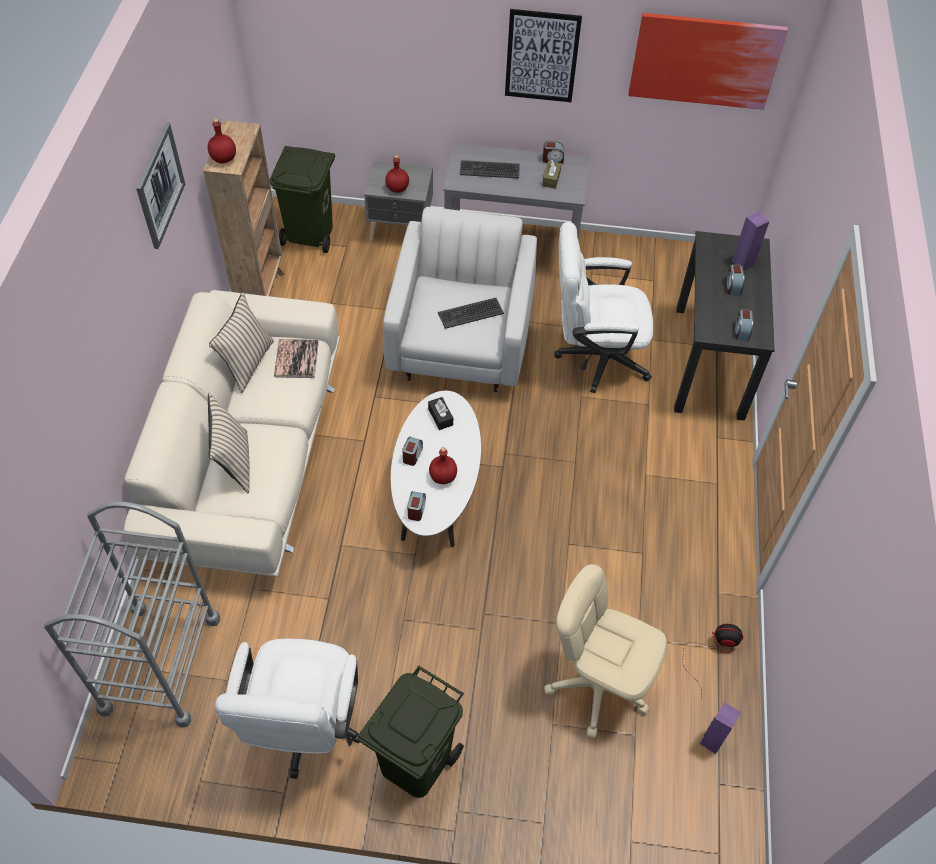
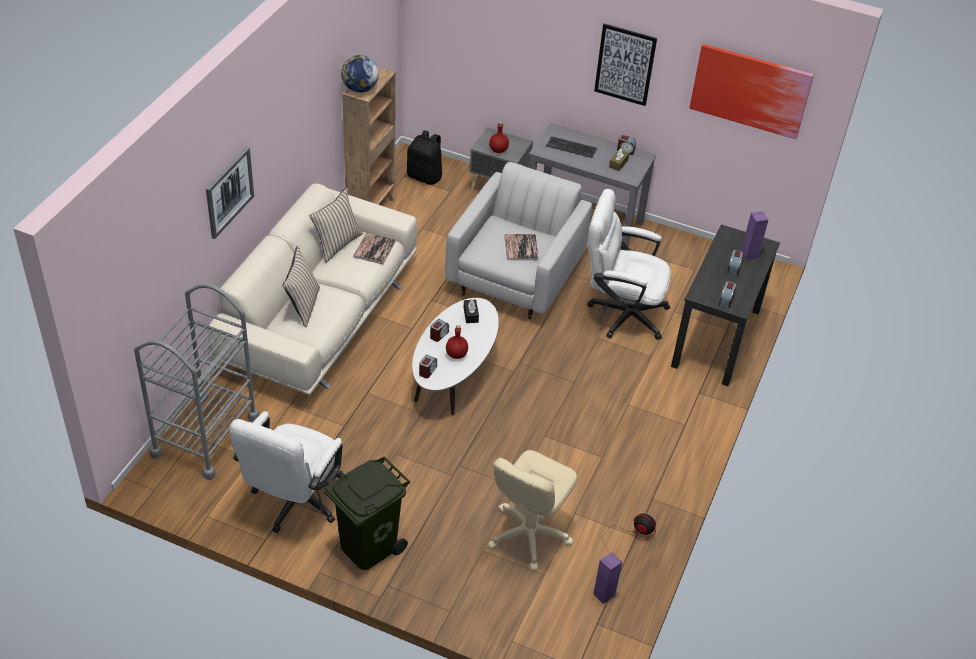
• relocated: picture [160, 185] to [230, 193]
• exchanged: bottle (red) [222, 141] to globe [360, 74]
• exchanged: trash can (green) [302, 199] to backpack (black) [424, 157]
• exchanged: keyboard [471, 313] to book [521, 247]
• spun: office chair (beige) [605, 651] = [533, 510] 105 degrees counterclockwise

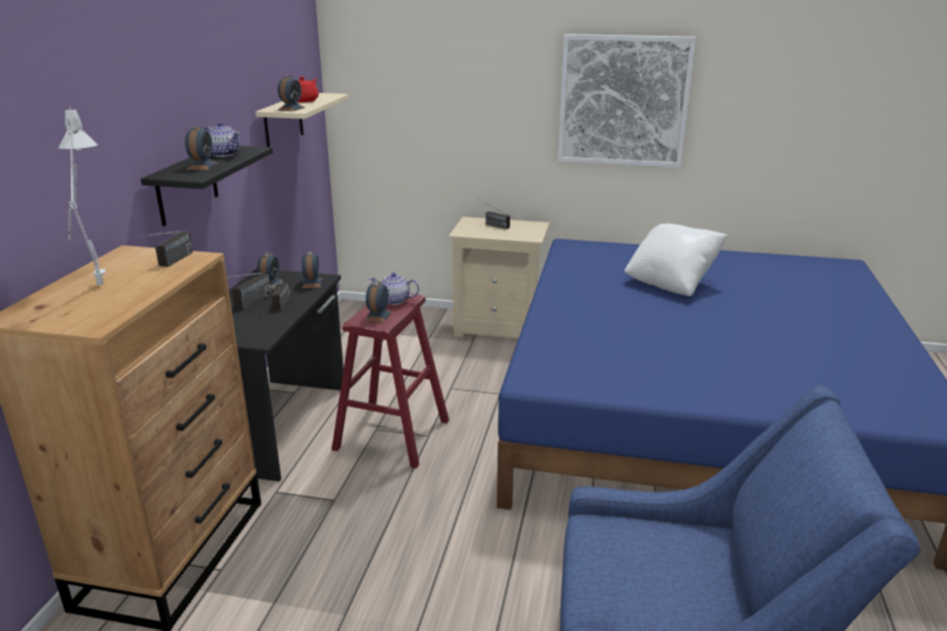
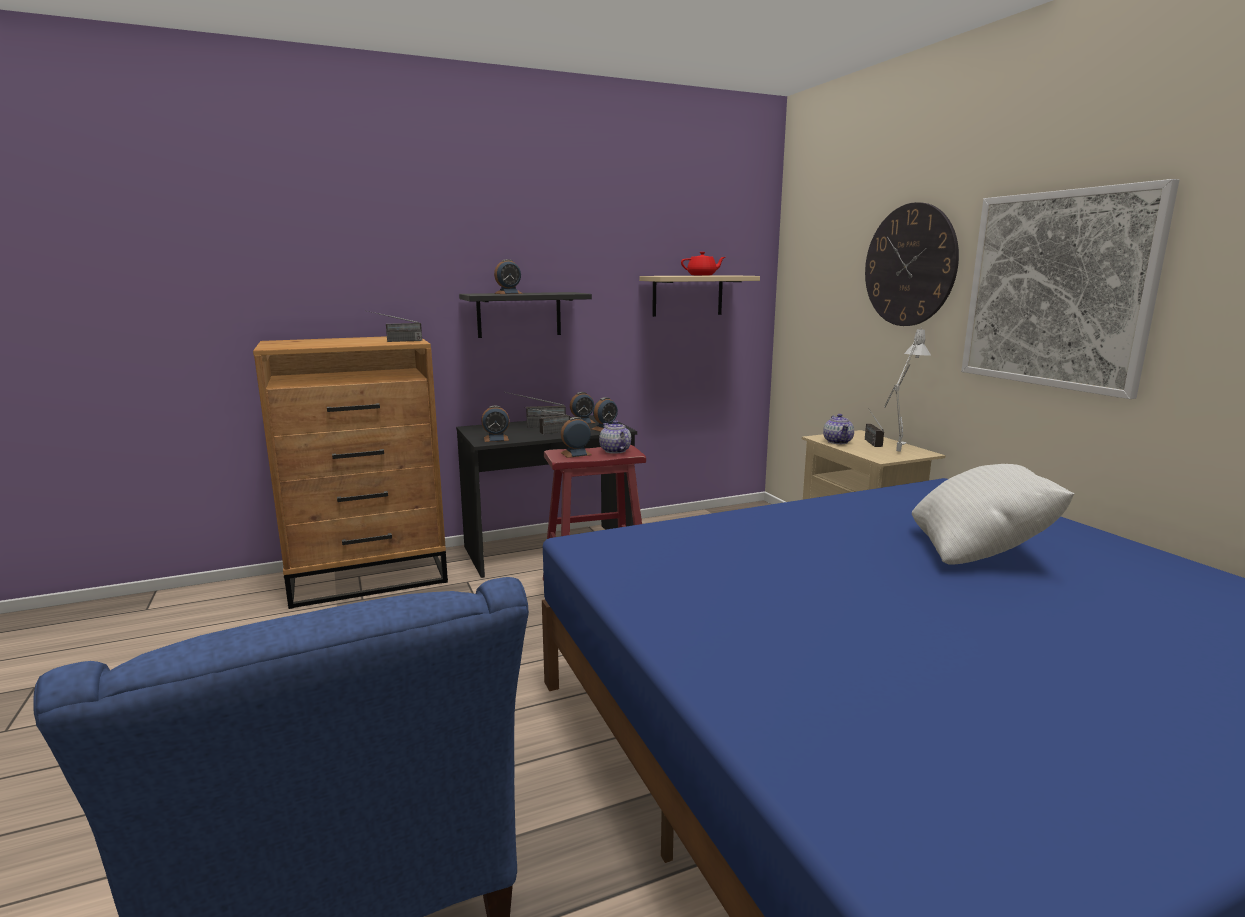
• relocated: table lamp (grey) [82, 196] to [907, 389]
• relocated: teapot [222, 139] to [838, 429]
• relocated: alarm clock [291, 93] to [495, 423]
• appeared: wall clock [912, 264]

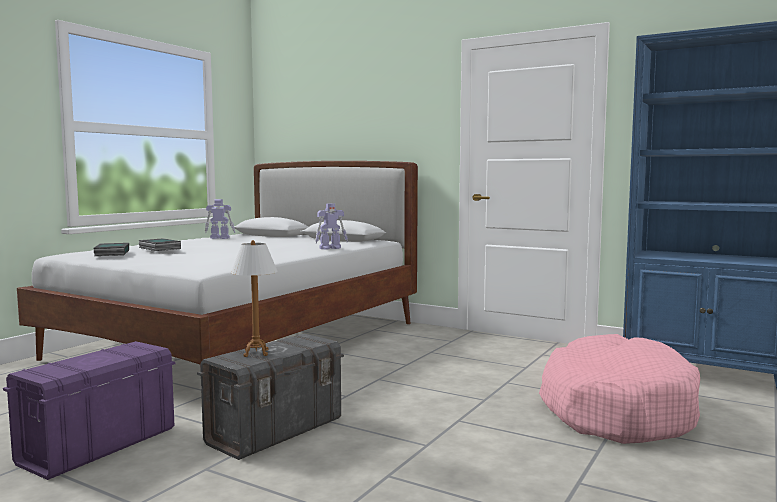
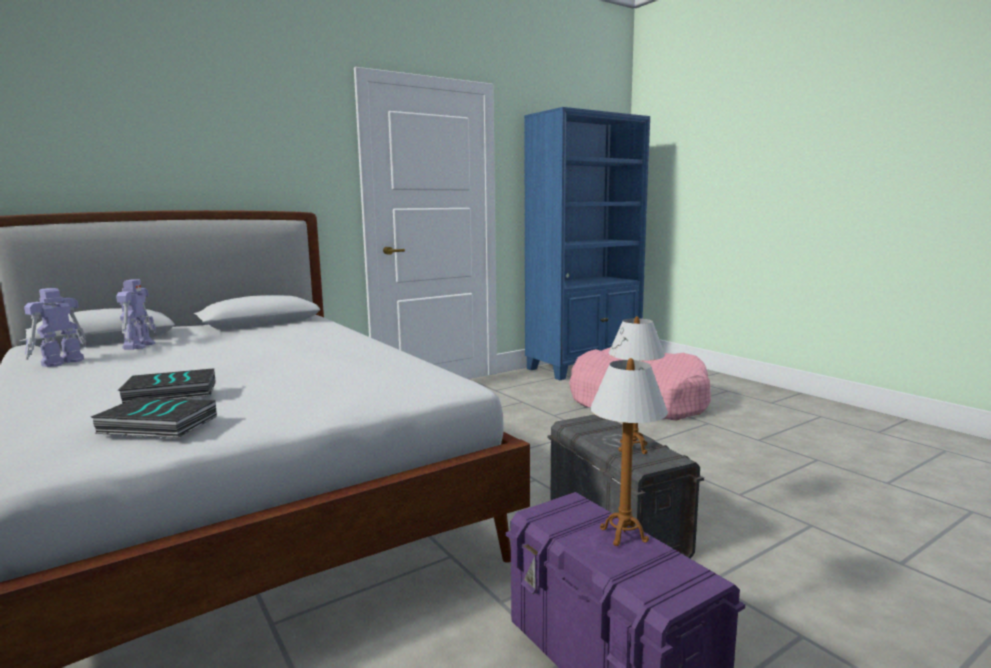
• relocated: toy robot [331, 226] to [136, 314]
• appeared: table lamp [629, 452]

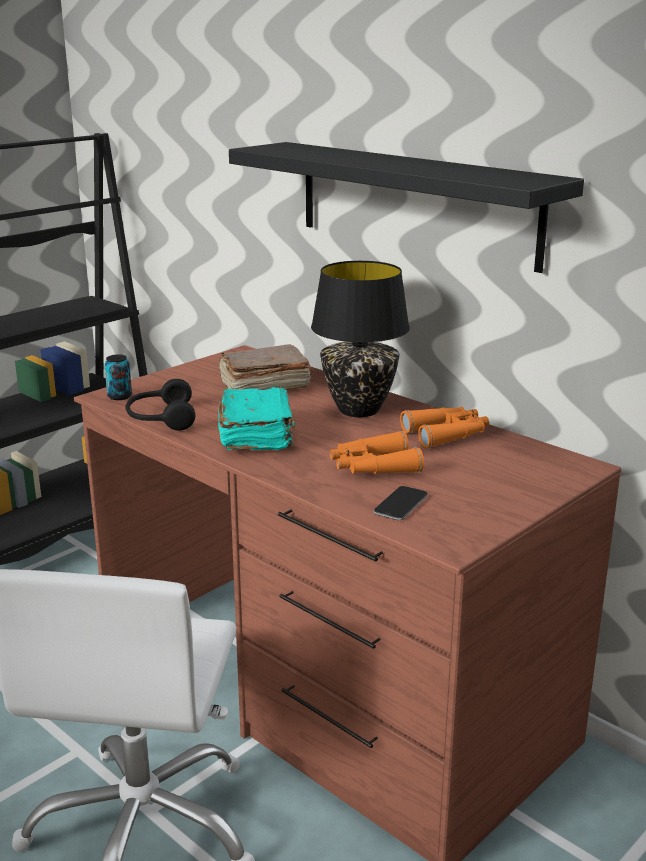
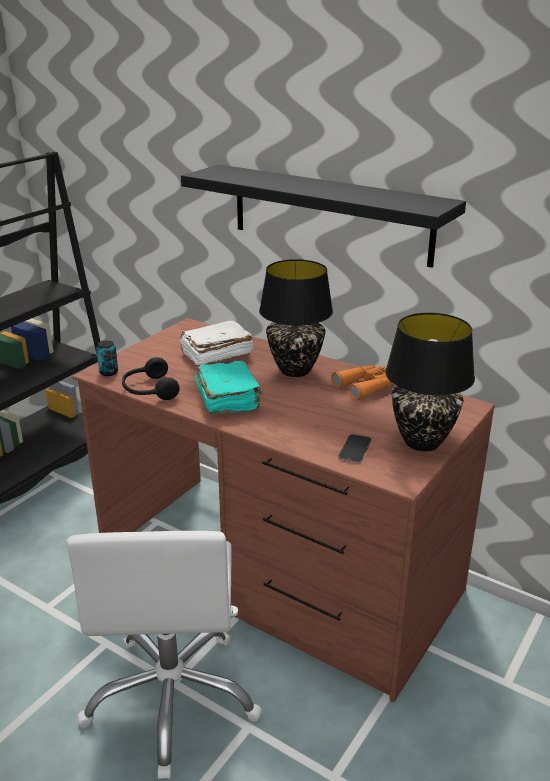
• colour: book (brown) [264, 367] to book (white) [216, 344]
• missing: binoculars (orange) [377, 452]
• appeared: table lamp (black) [430, 382]

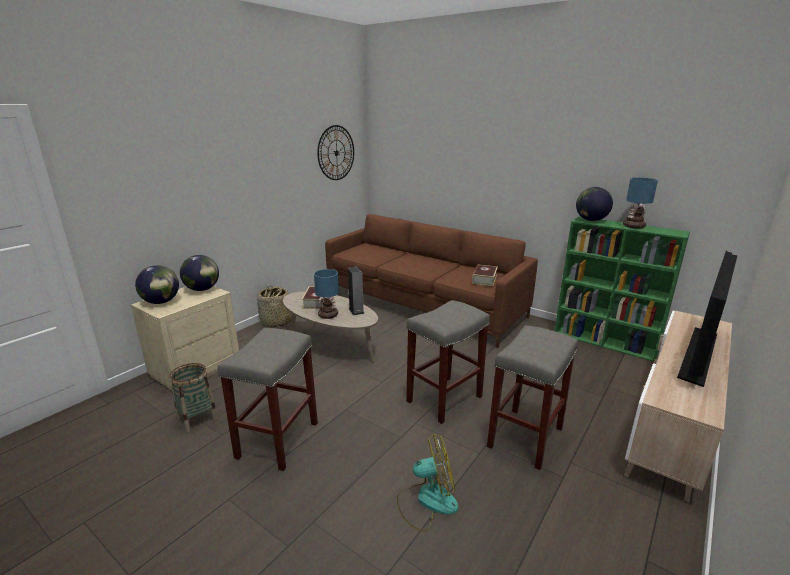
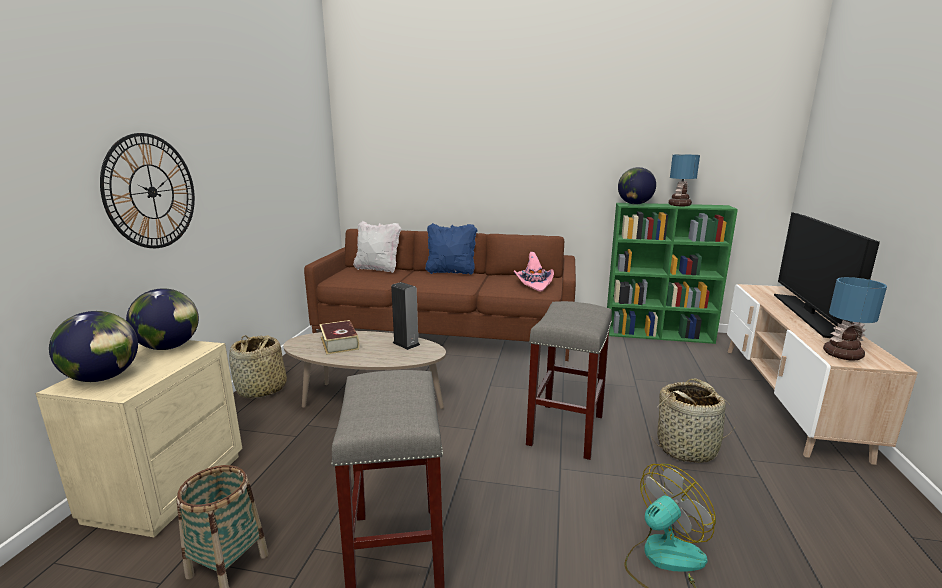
• relocated: table lamp [326, 294] to [855, 318]
• relocated: wall clock [335, 152] to [147, 190]
• exchanged: book [485, 275] to hat (pink) [534, 272]
• exchanged: stool (grey) [532, 397] to basket [692, 421]
• appeared: pillow (white) [377, 247]
• appeared: pillow (blue) [451, 249]

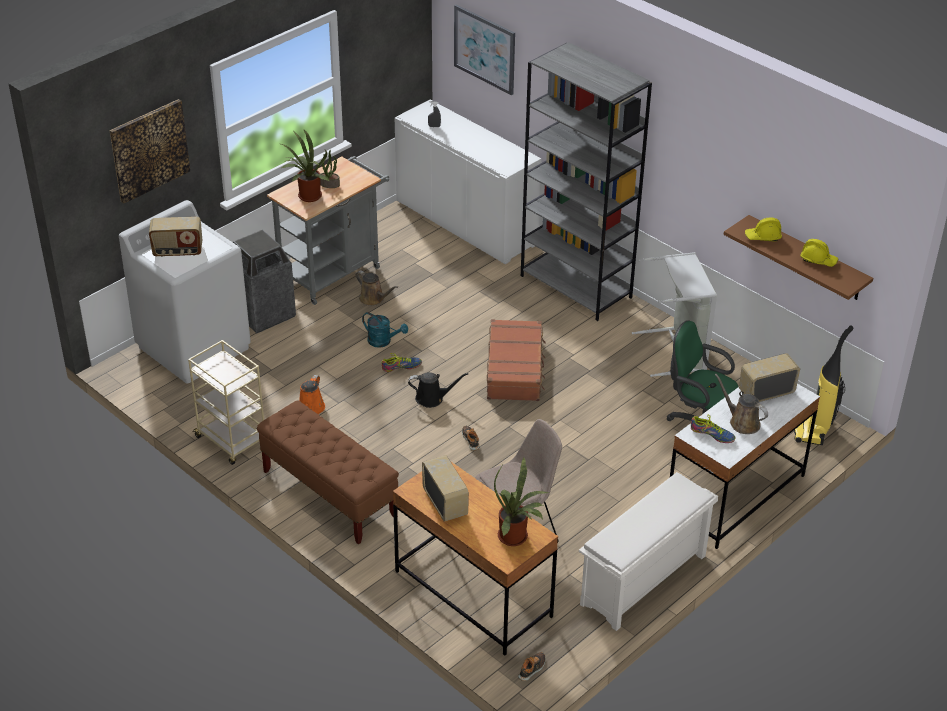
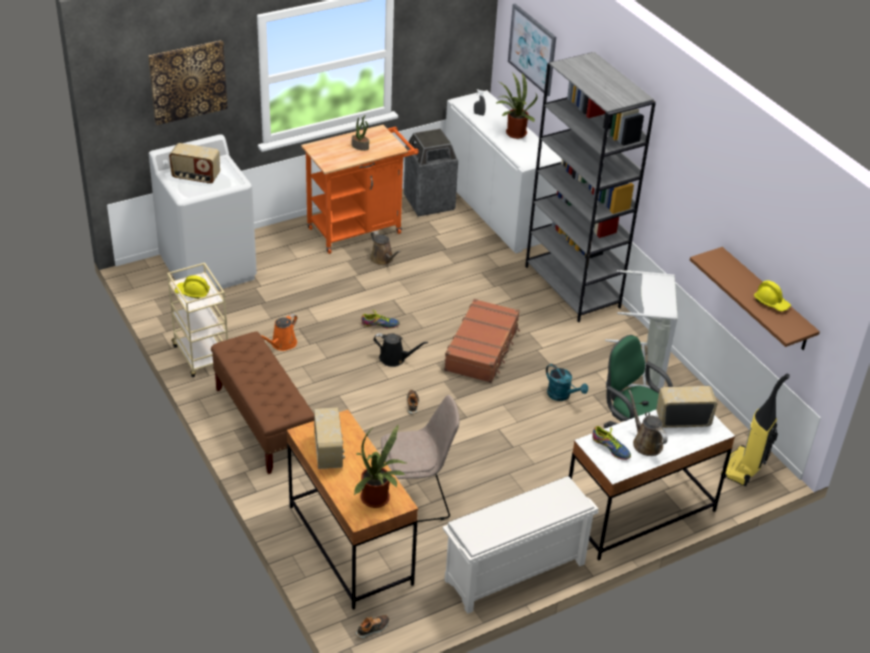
• relocated: trash can [264, 282] to [431, 173]
• colour: cart (grey) [328, 230] to cart (orange) [360, 189]
• relocated: potted plant [304, 166] to [517, 105]
• relocated: watering can (turquoise) [385, 330] to [567, 382]
• relocated: hard hat (yellow) [763, 229] to [192, 287]

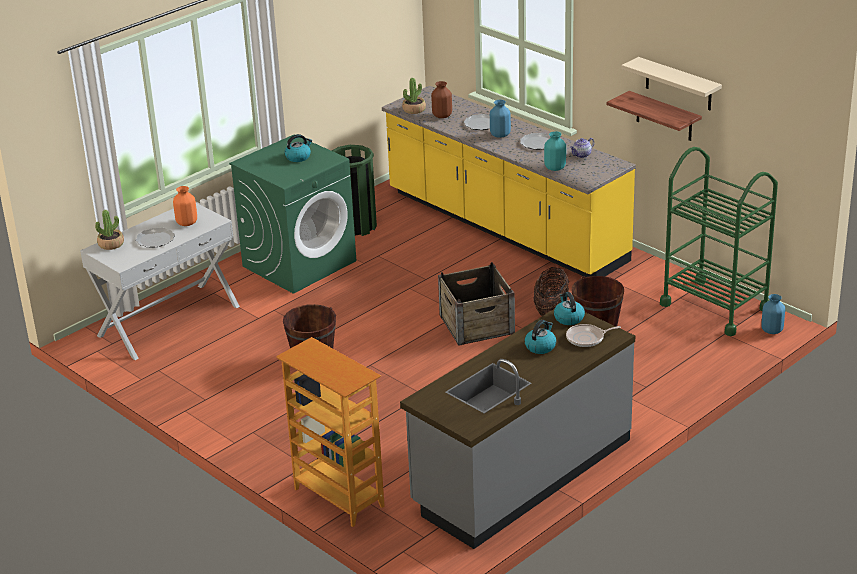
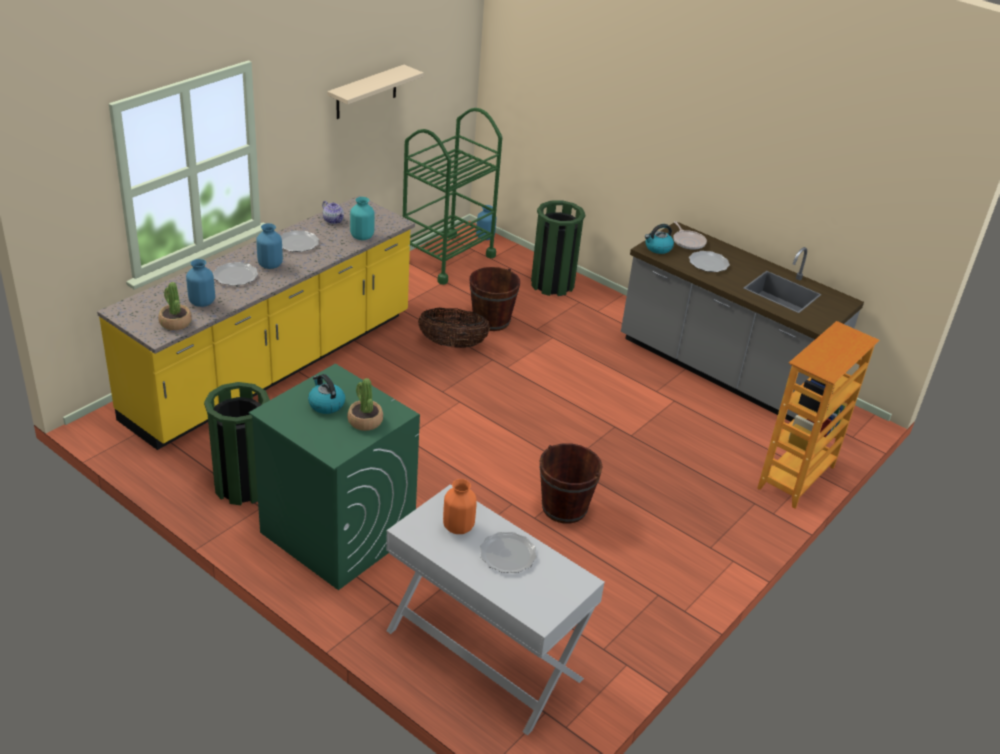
• relocated: potted plant [109, 230] to [365, 404]
• colour: vase (brown) [441, 99] to vase (blue) [200, 283]
• missing: crate [476, 304]
• exchanged: kettle [540, 337] to plate [709, 261]
• missing: shelf [654, 116]
• appeared: trash can (green) [558, 248]

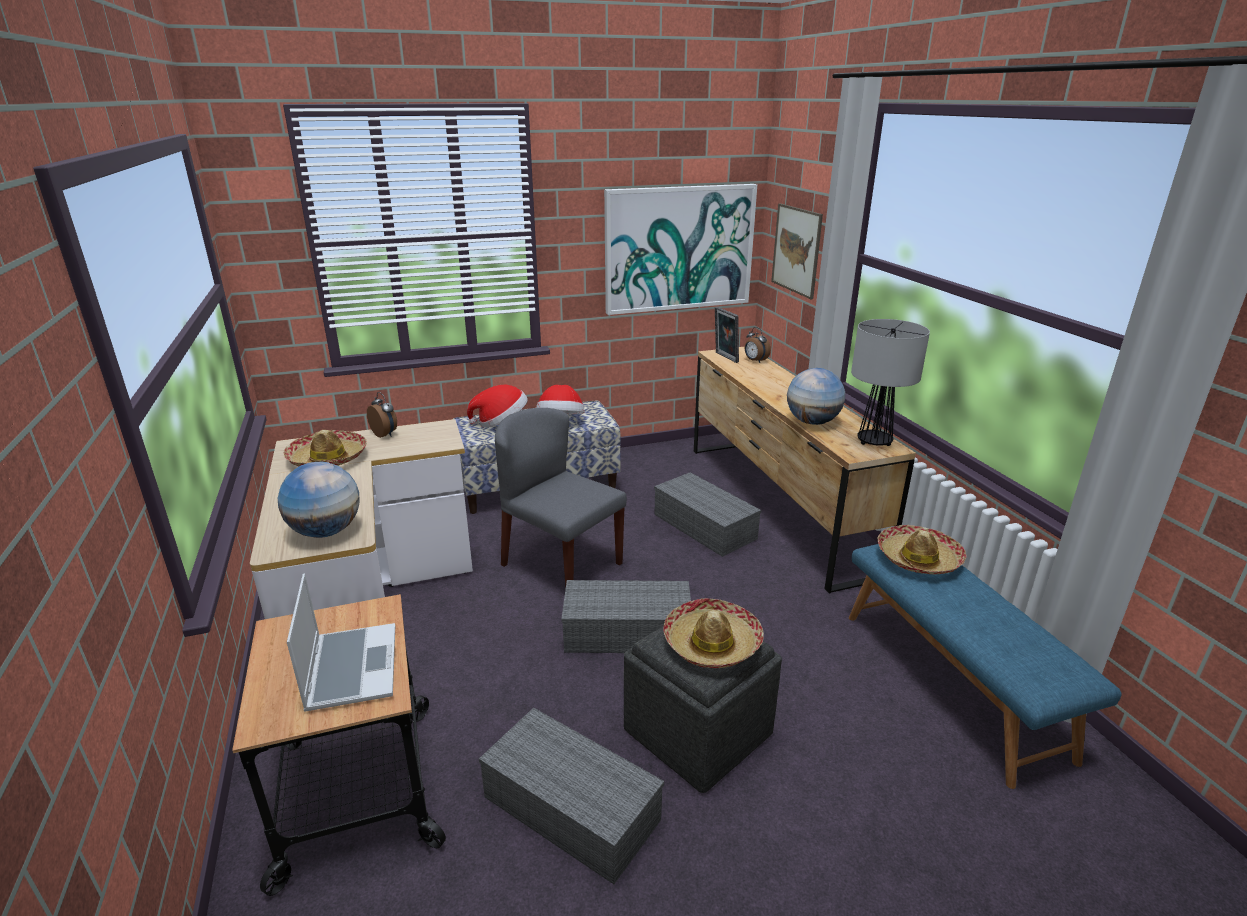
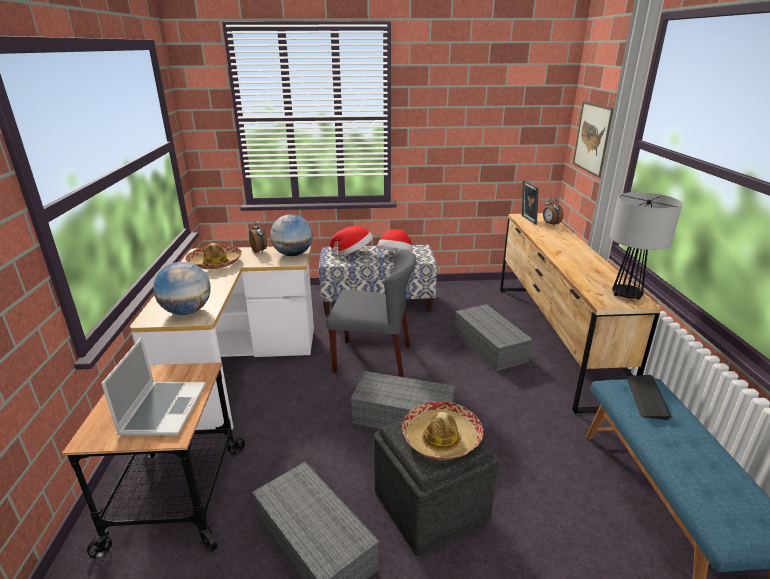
• spun: chair (grey) [561, 497] = [371, 313] 135 degrees clockwise
• missing: picture [680, 249]
• relocated: globe [816, 396] to [291, 235]
• exchanged: hat [922, 550] to keyboard [649, 397]

